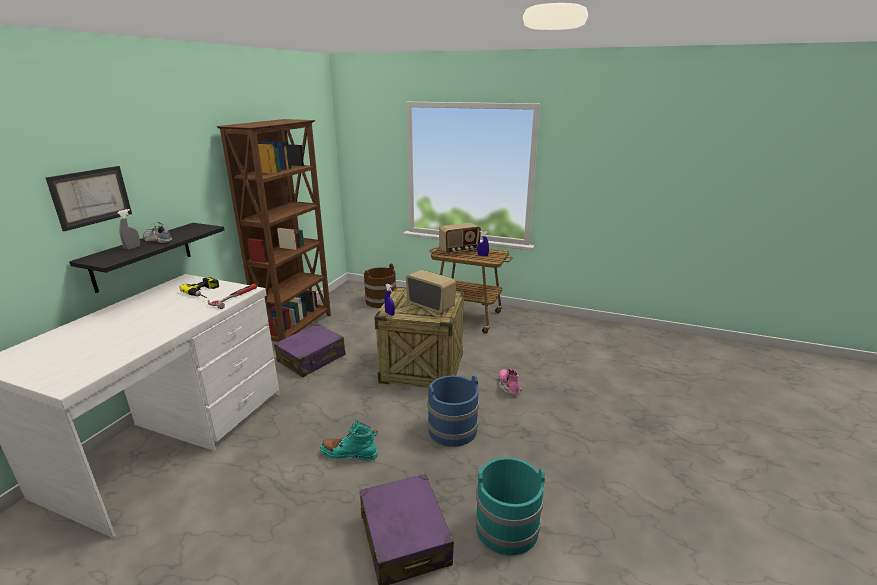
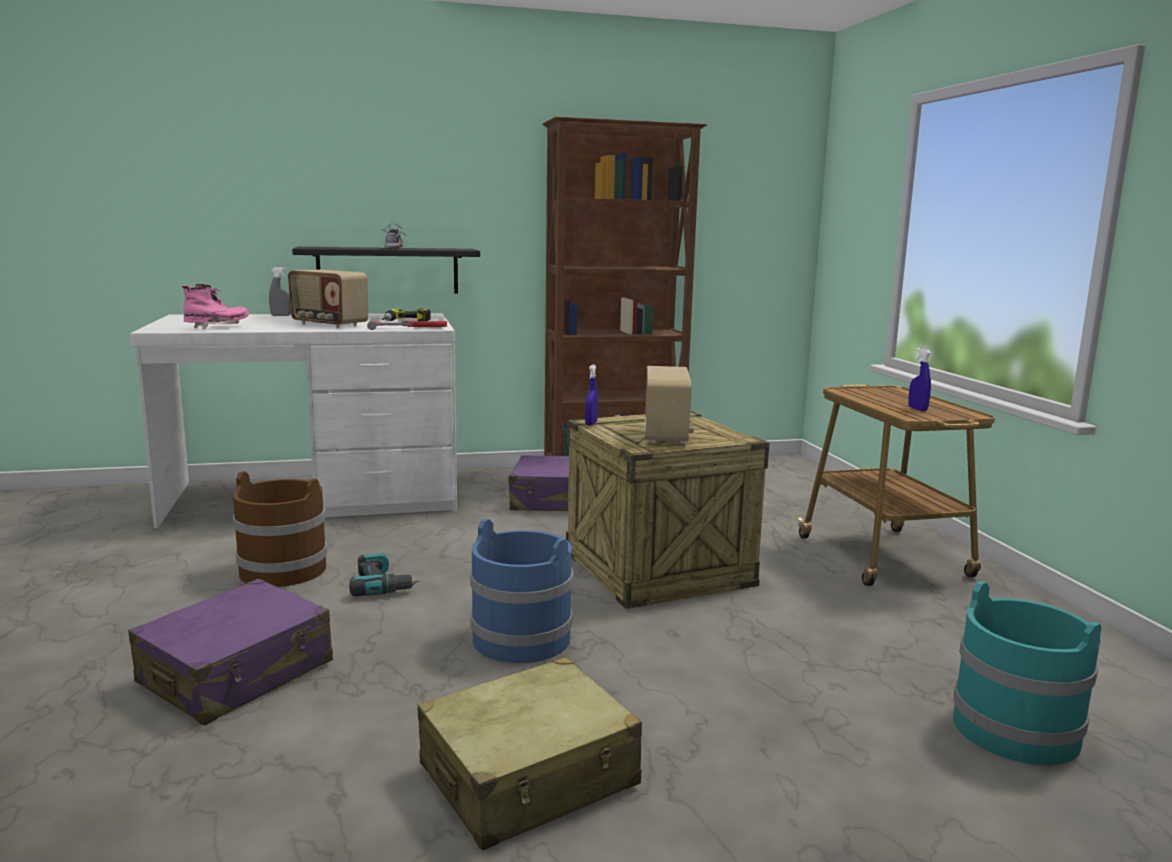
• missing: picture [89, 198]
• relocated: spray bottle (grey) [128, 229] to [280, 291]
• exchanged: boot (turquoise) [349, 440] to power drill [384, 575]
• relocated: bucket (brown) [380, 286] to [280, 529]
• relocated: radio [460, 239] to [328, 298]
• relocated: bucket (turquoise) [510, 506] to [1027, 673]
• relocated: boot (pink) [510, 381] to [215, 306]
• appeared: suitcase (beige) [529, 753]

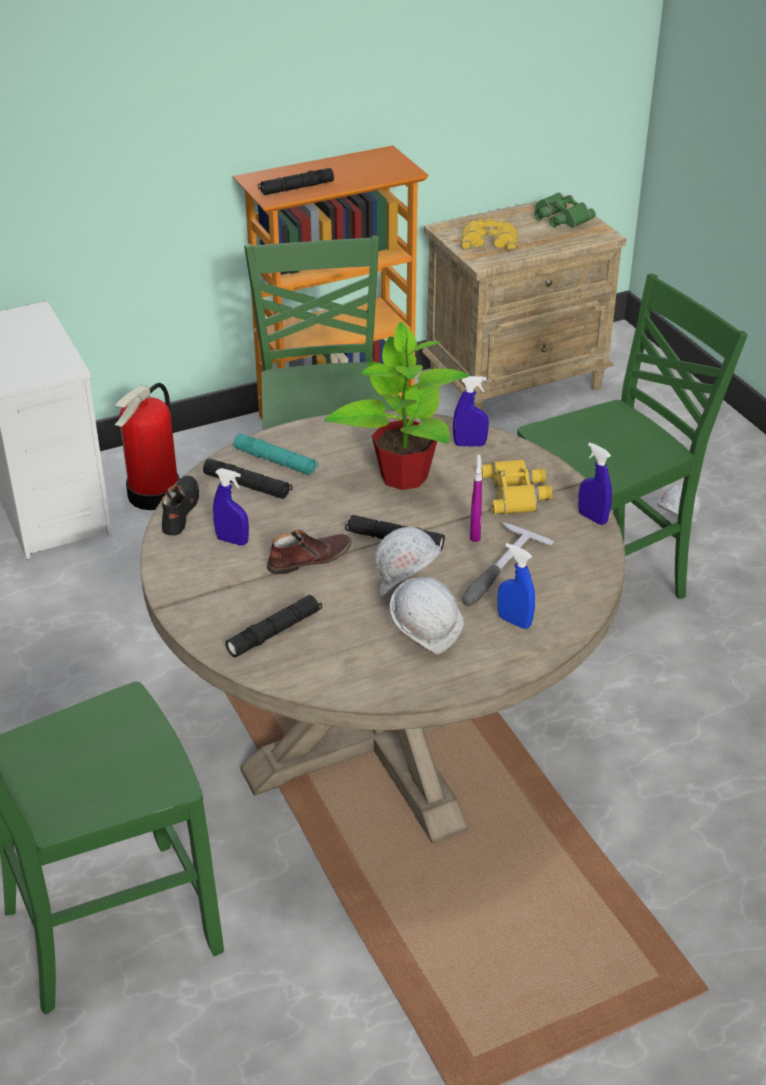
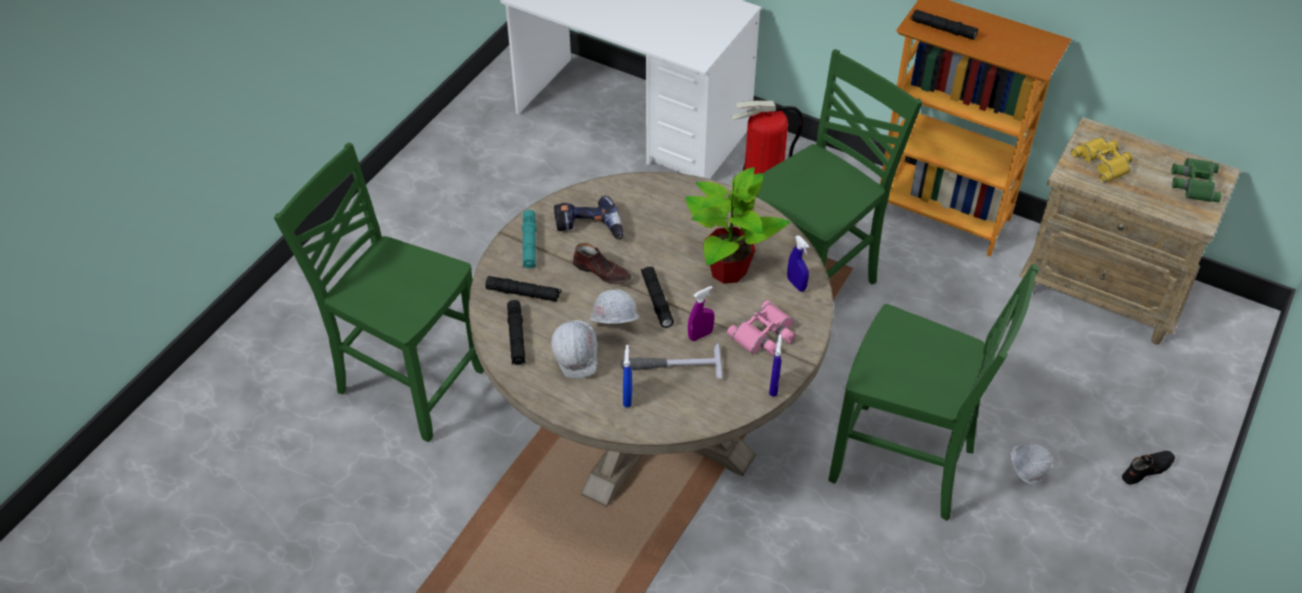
• relocated: shoe (black) [180, 505] to [1148, 468]
• relocated: flashlight (black) [247, 479] to [516, 332]
• exchanged: spray bottle (blue) [231, 507] to power drill [588, 218]
• relocated: flashlight (turquoise) [276, 454] to [529, 239]
• colour: binoculars (yellow) [516, 486] to binoculars (pink) [761, 328]

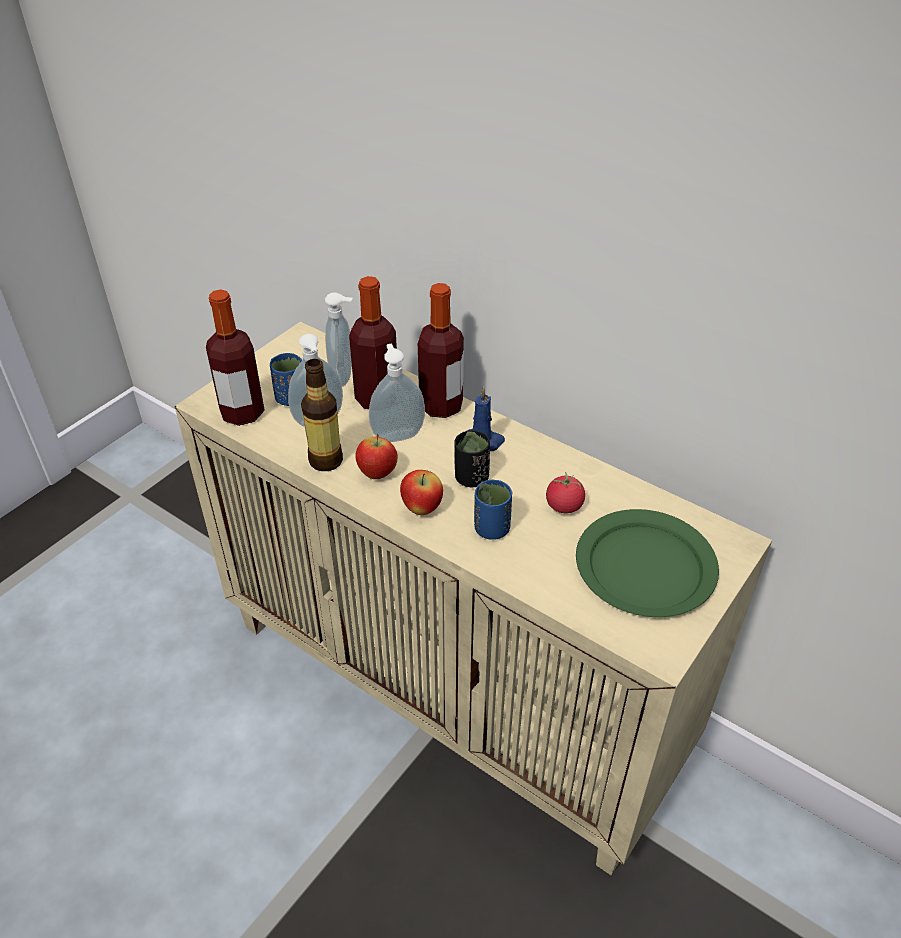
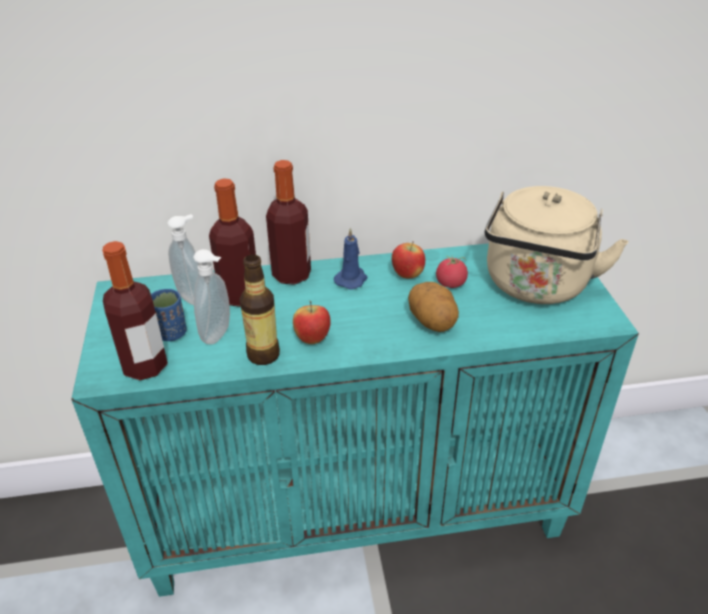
• colour: cabinet (beige) [473, 598] to cabinet (turquoise) [355, 420]
• missing: soap dispenser [397, 393]
• relocated: apple [421, 492] to [408, 259]
• missing: cup (black) [472, 458]
• exchanged: cup (blue) [493, 510] to potato [433, 307]
• exchanged: plate (green) [647, 563] to kettle (beige) [556, 245]

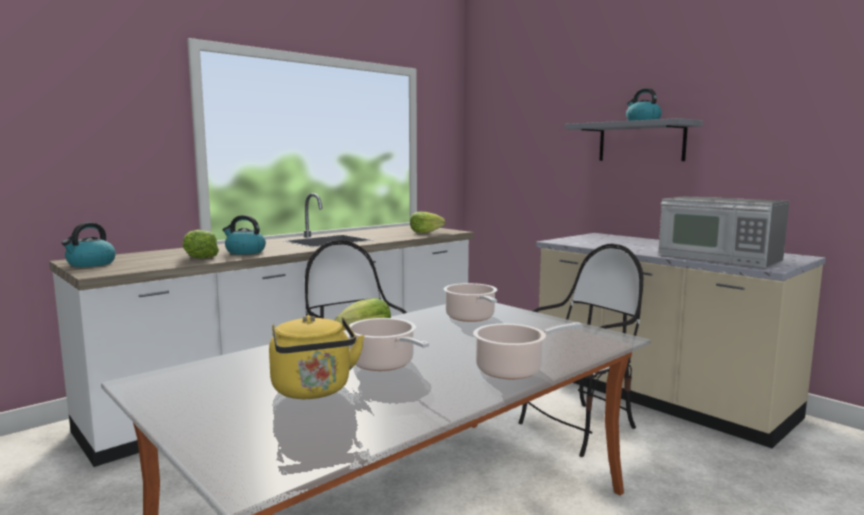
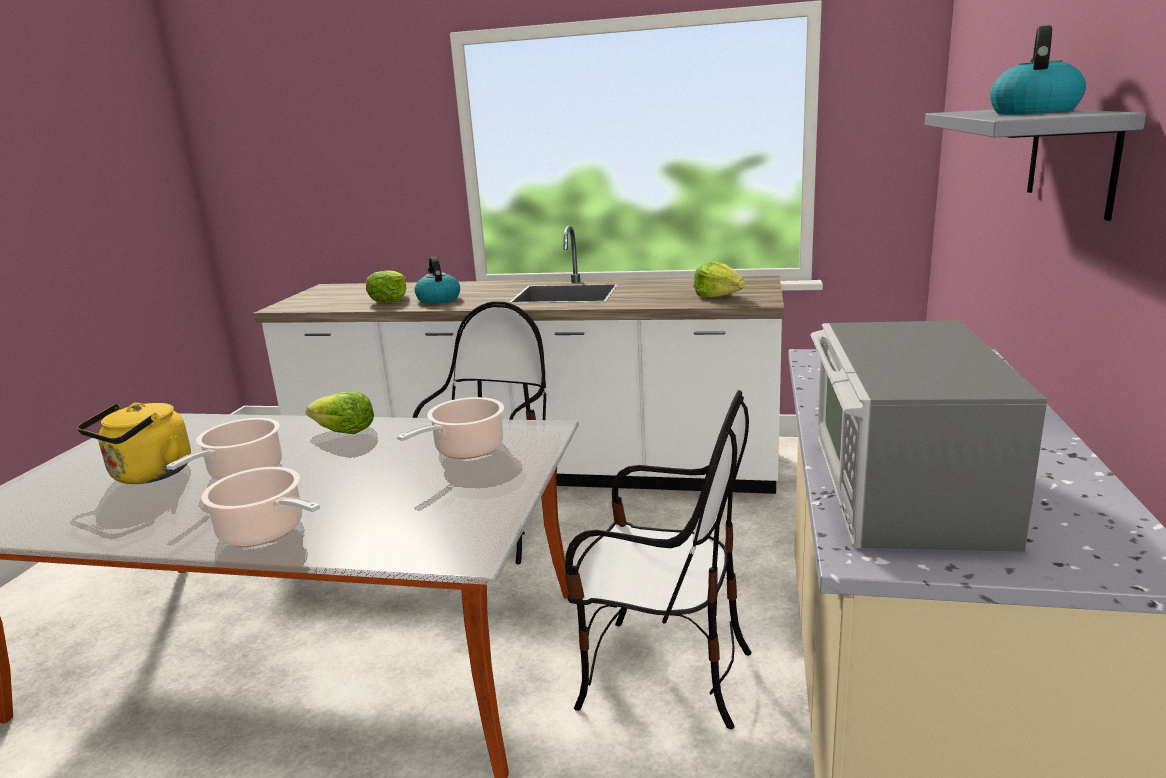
• missing: kettle [89, 244]

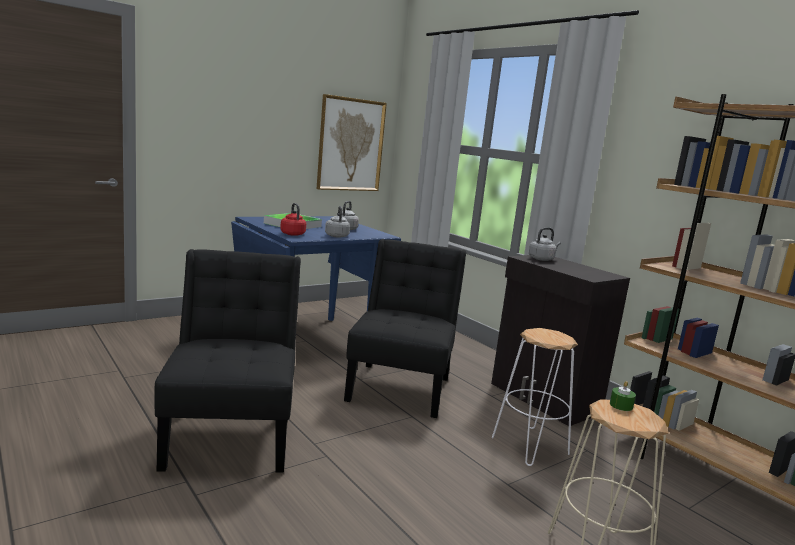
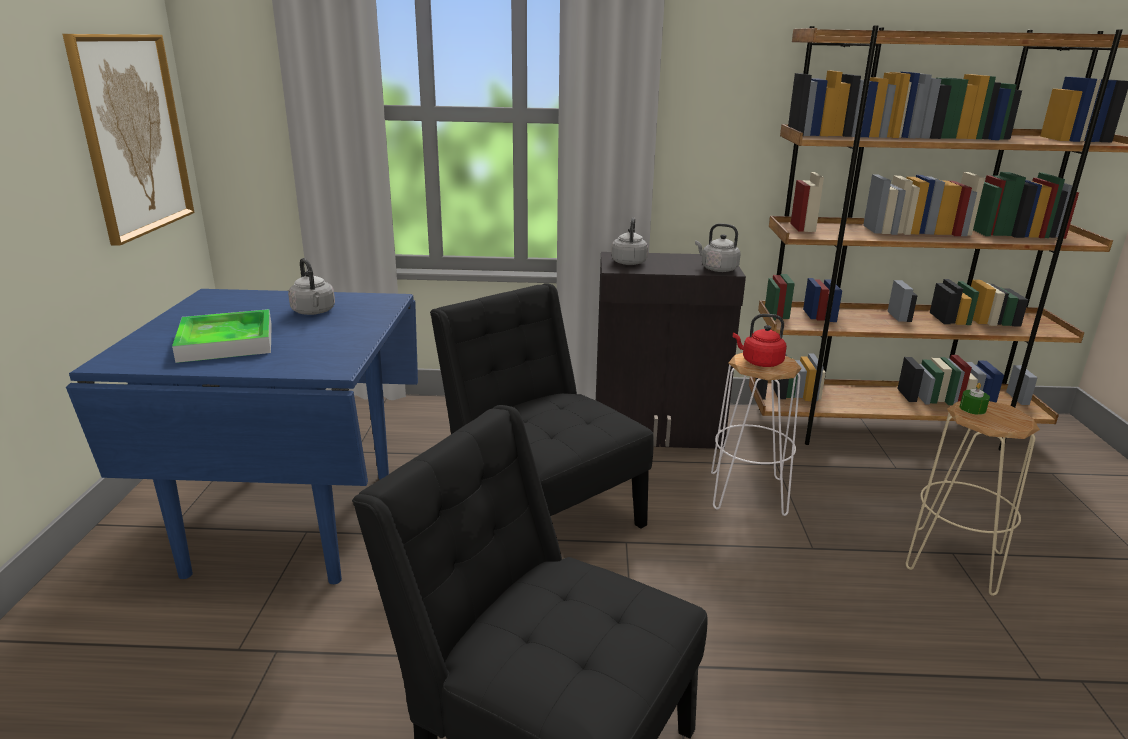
• relocated: kettle (red) [293, 219] to [760, 340]
• relocated: kettle (grey) [337, 222] to [718, 247]

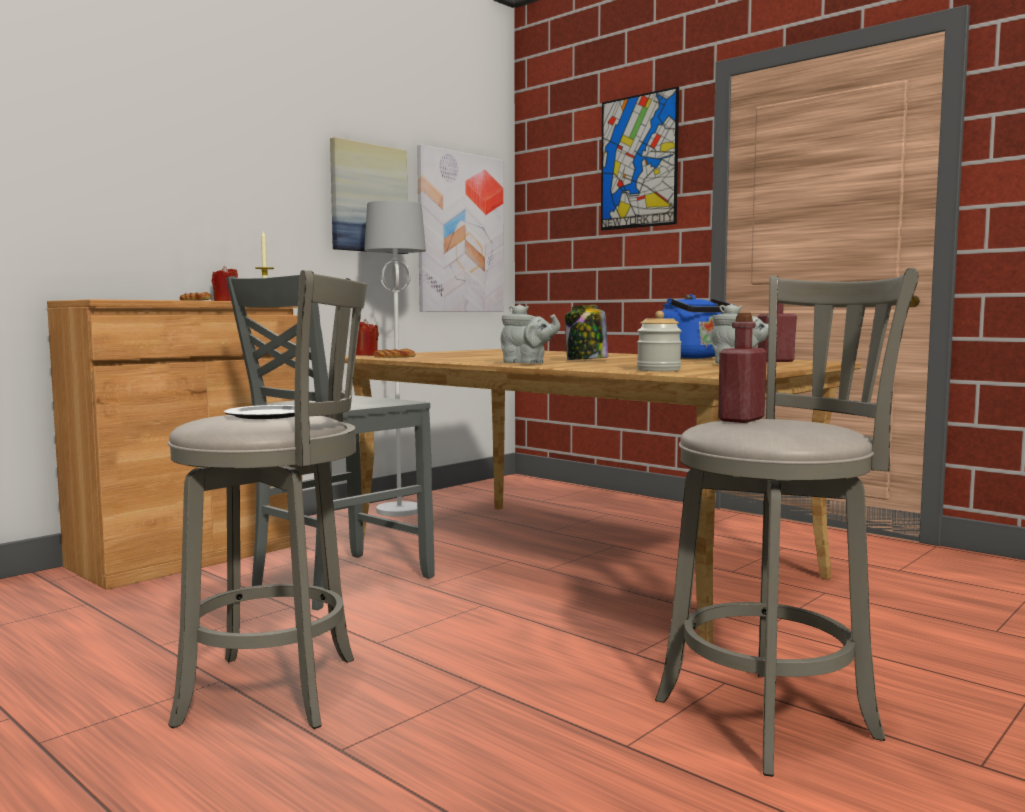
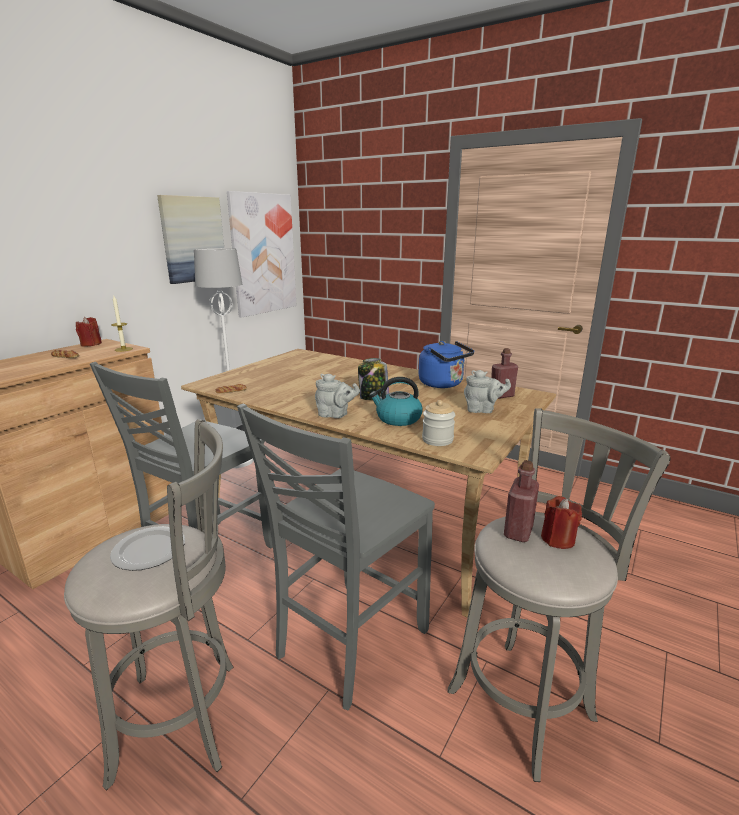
• relocated: candle (red) [367, 337] to [561, 522]
• missing: picture [640, 158]
• appeared: chair (grey) [336, 557]
• appeared: kettle [395, 401]

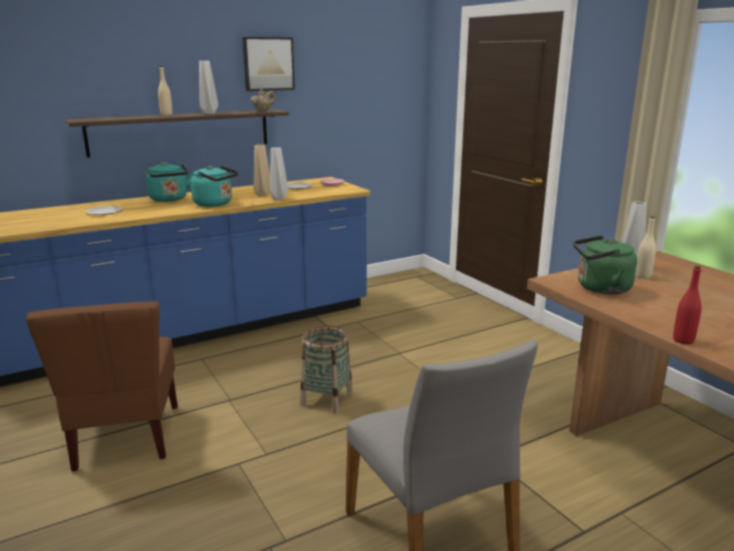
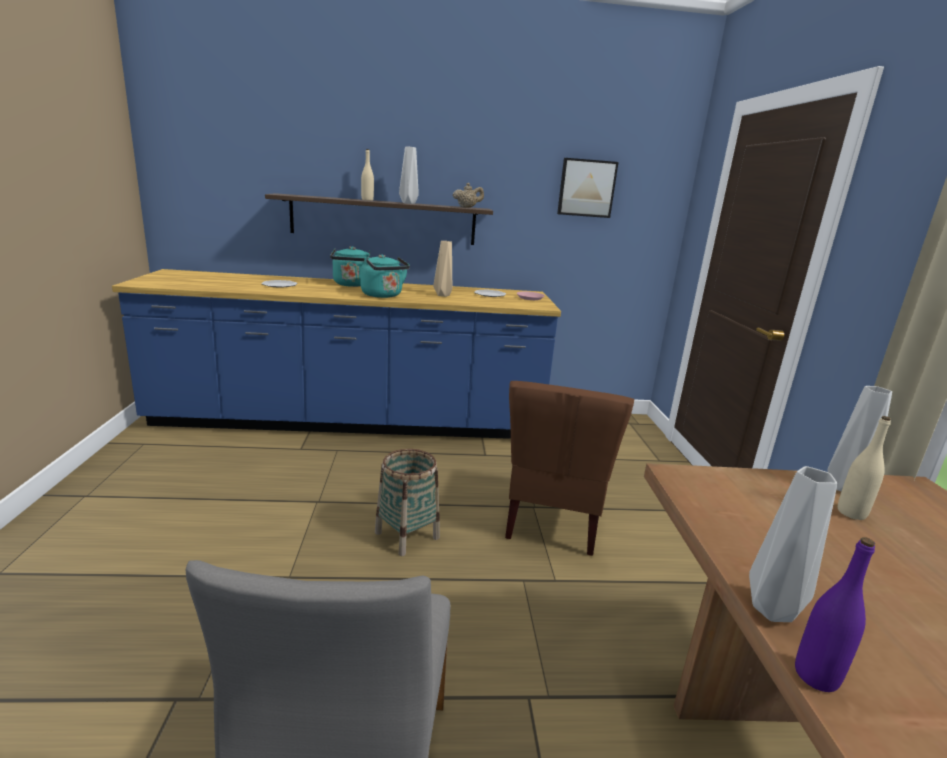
• relocated: chair (brown) [102, 386] to [569, 468]
• relocated: picture [268, 64] to [588, 188]
• relocated: vase (grey) [279, 173] to [793, 544]
• missing: kettle (green) [605, 265]
• colour: bottle (red) [687, 305] to bottle (purple) [835, 614]

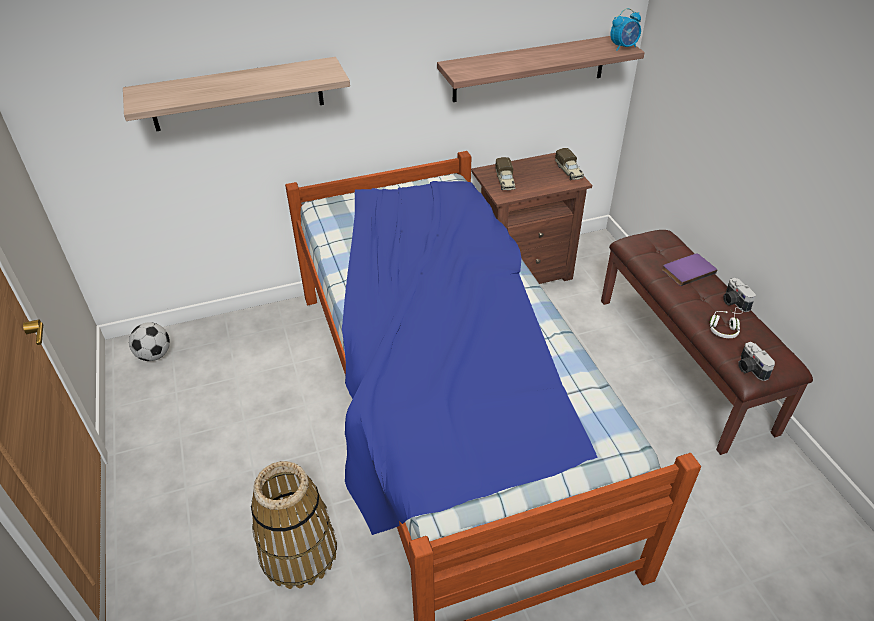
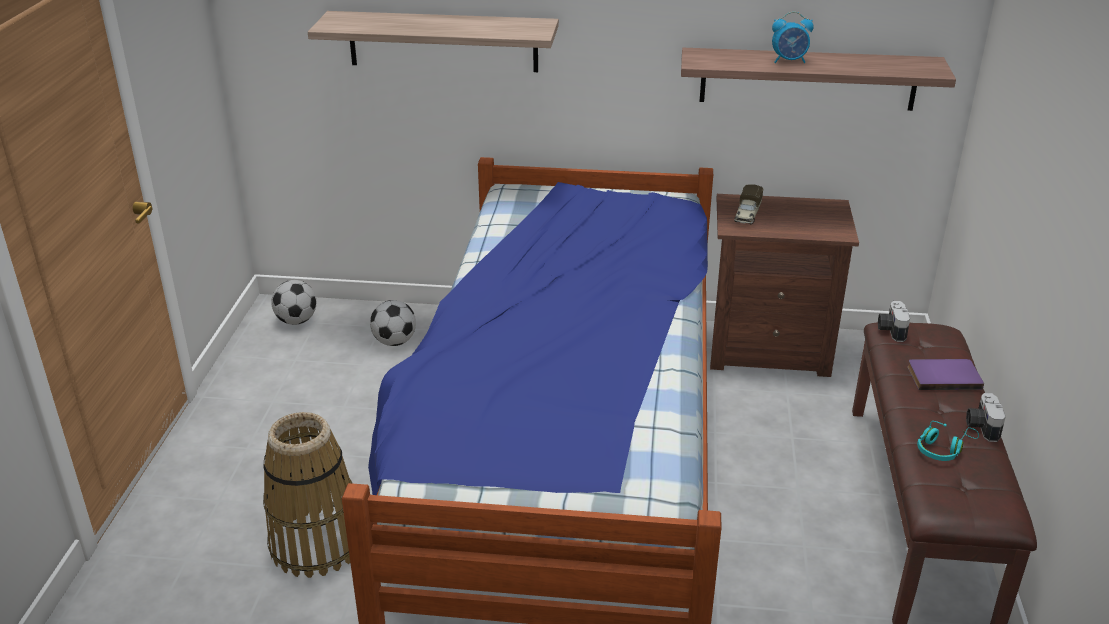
• missing: toy truck [569, 164]
• relocated: alarm clock [626, 29] to [793, 37]
• colour: headphones (white) [726, 323] to headphones (turquoise) [948, 441]
• relocated: photo camera [757, 361] to [894, 321]
• appeared: football [393, 323]

